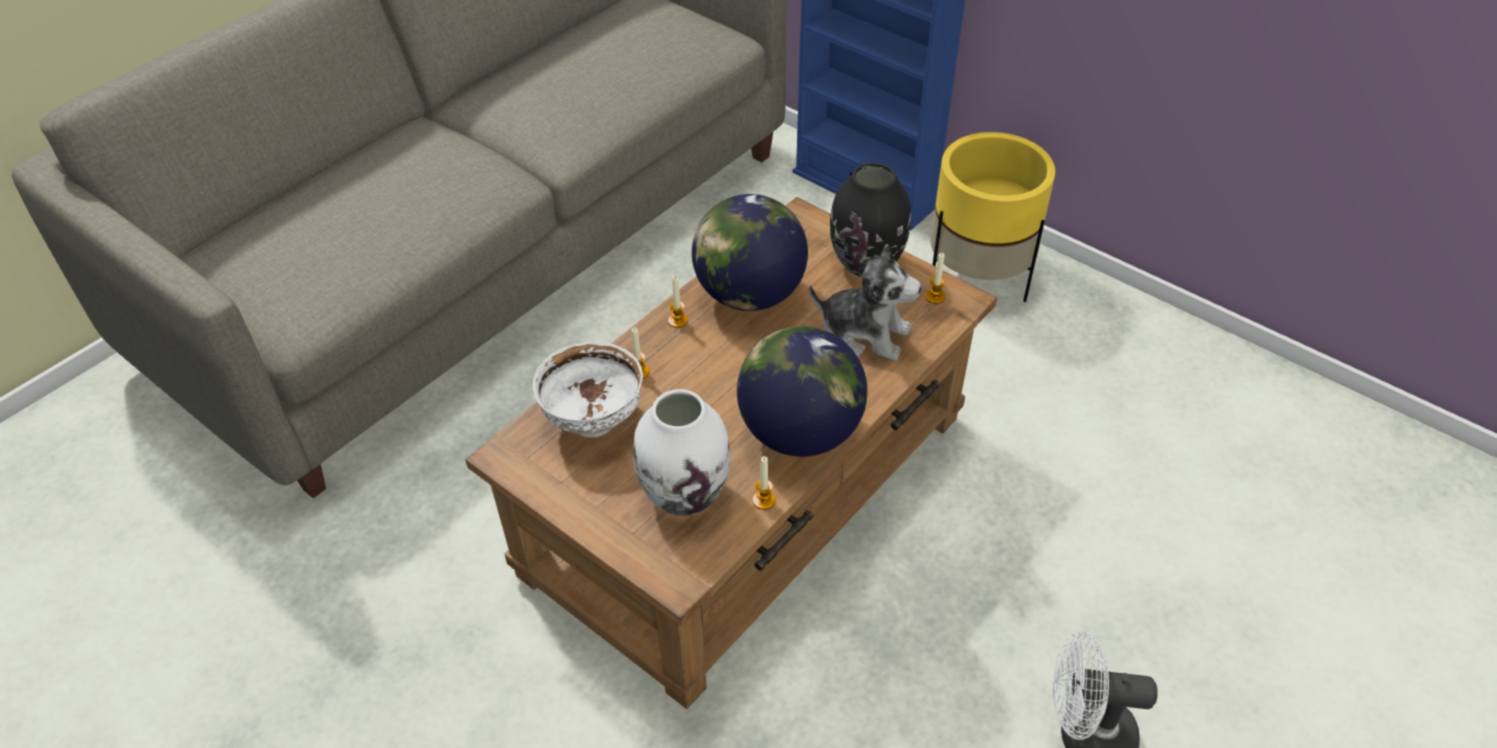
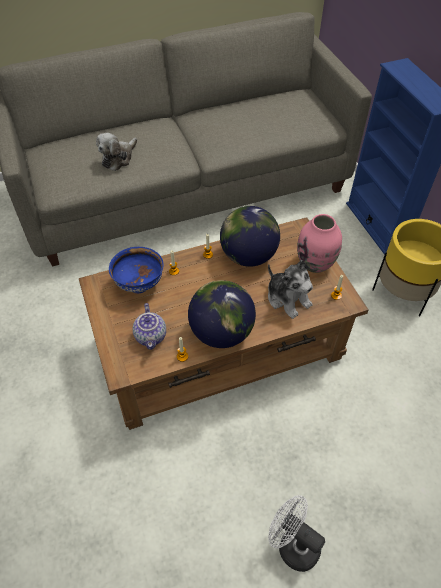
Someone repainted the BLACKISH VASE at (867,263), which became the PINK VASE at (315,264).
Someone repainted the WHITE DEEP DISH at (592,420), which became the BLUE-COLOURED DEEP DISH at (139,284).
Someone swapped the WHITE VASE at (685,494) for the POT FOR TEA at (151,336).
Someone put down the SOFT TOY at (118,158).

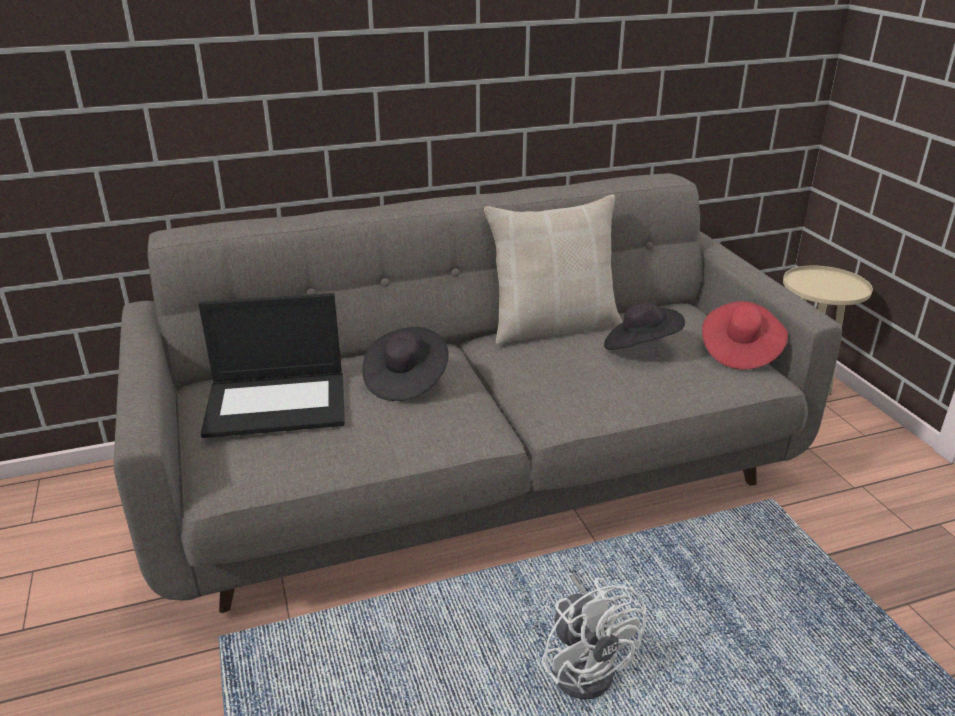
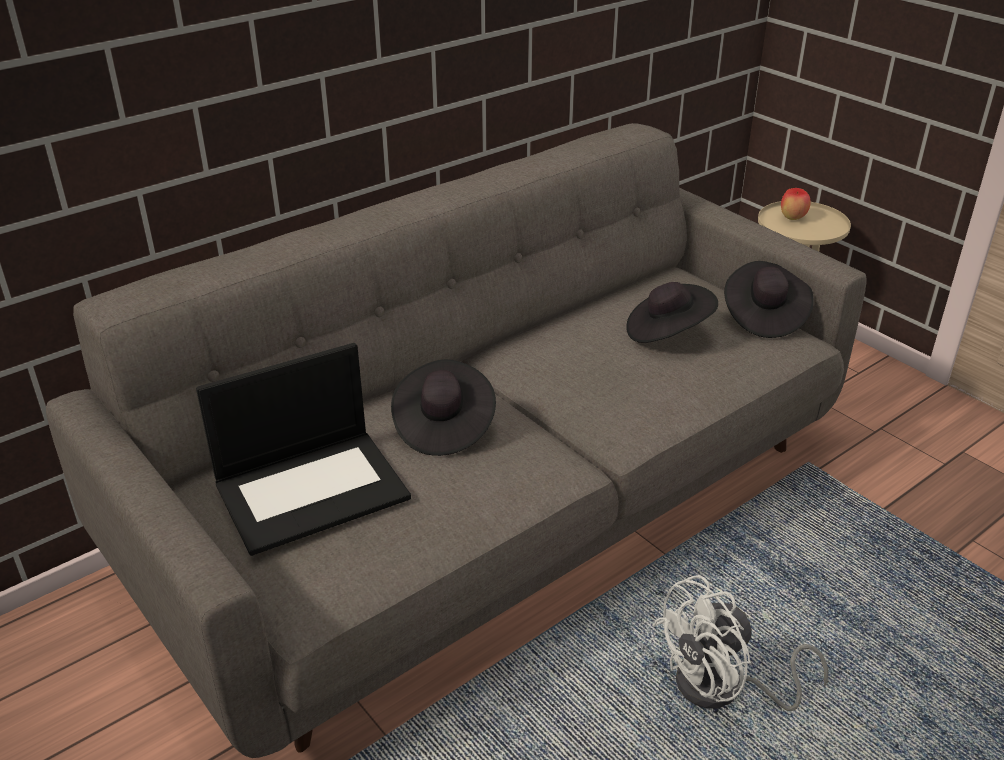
Someone took away the BEIGE-COLOURED PILLOW at (553,326).
Someone repainted the RED WEARABLE HAT at (739,351), which became the BLACKISH WEARABLE HAT at (763,316).
Someone rotated the WHITE FAN at (586,664) by 105 degrees clockwise.
Someone put down the WHOLE APPLE at (792,218).

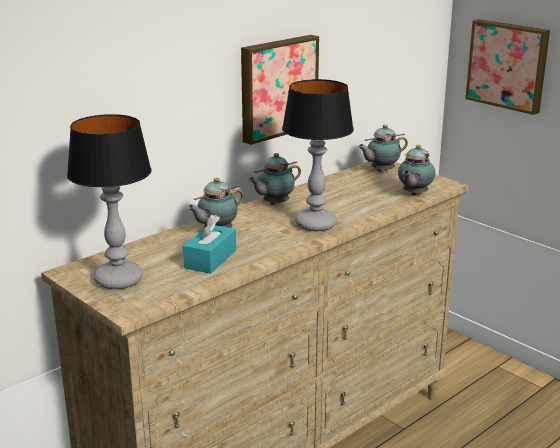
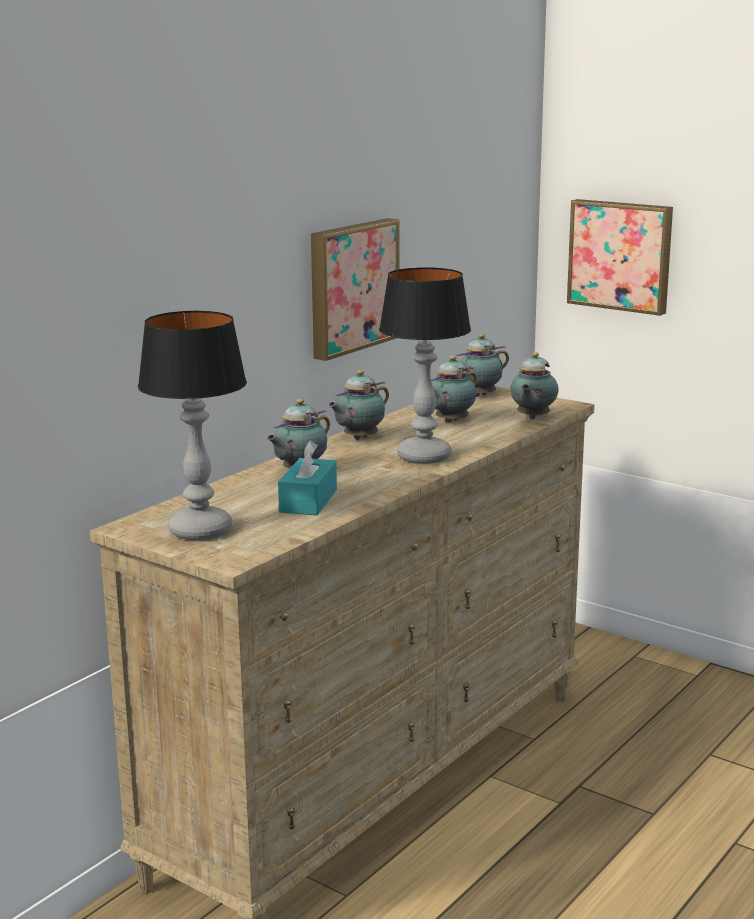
Someone put down the POT FOR TEA at (450,422).

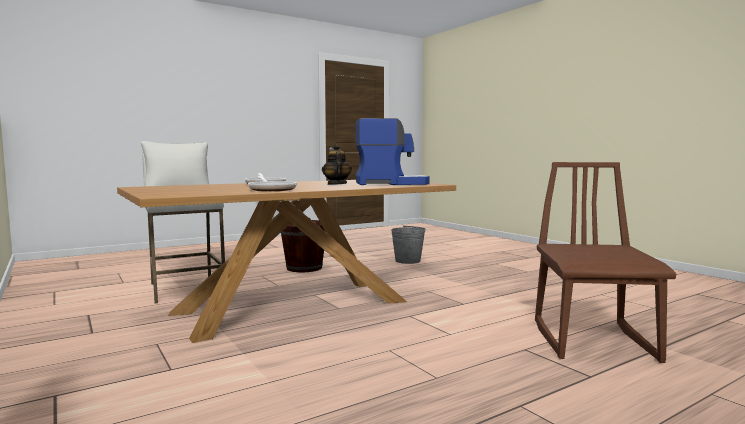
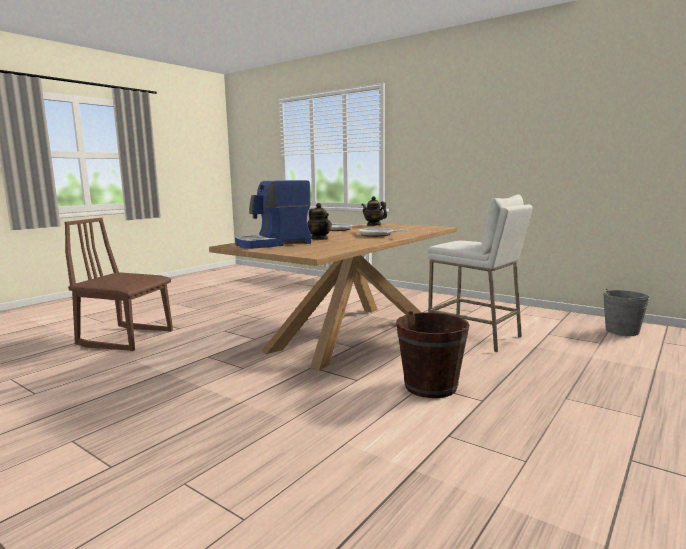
Someone rotated the BROWN CHAIR at (594,341) by 120 degrees clockwise.
Someone carried the GRAY WATER BUCKET from (408,261) to (622,331).
Someone put down the POT FOR TEA at (373,225).

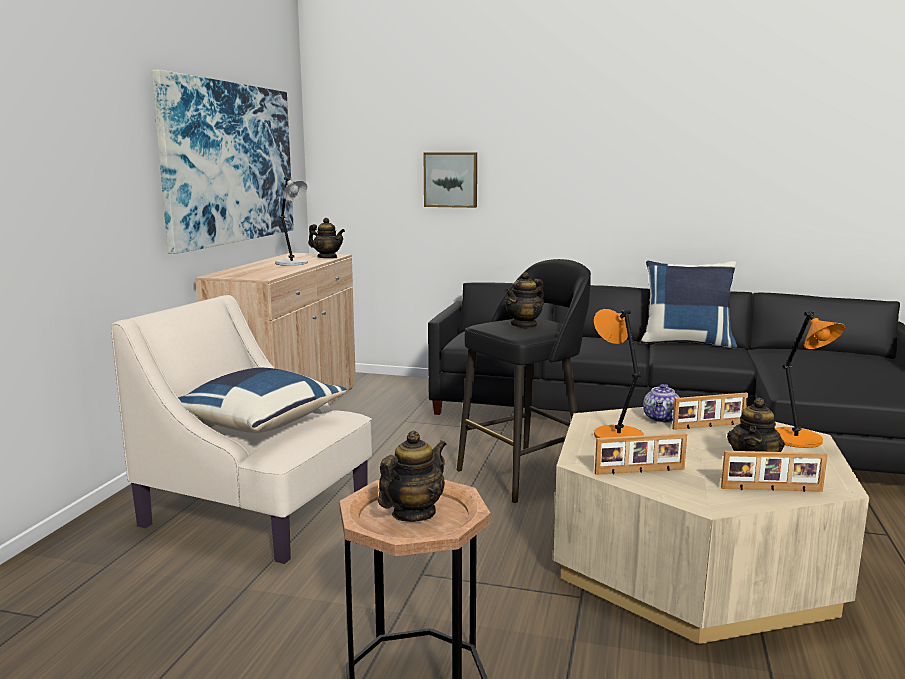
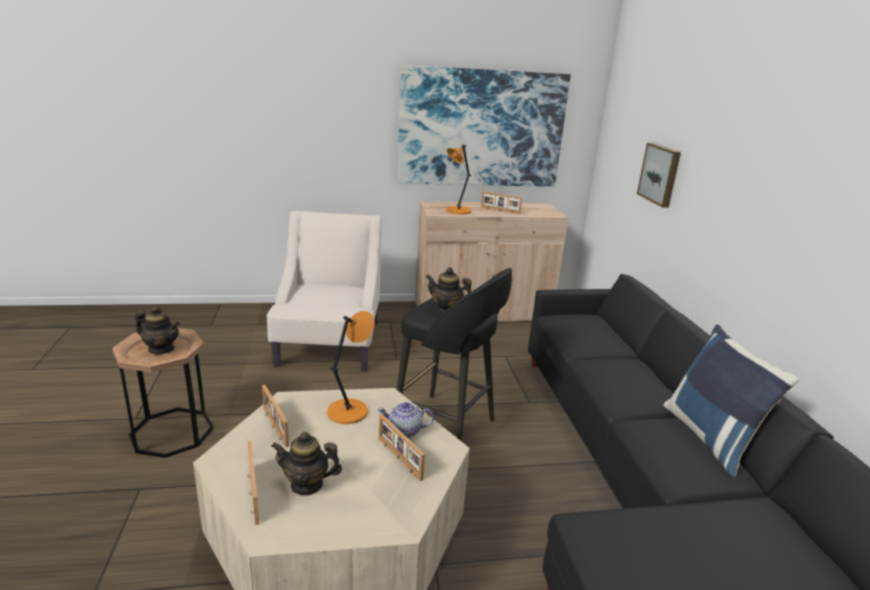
Someone swapped the GRAY LAMP FOR A TABLE at (293,263) for the STANDING FRAME at (500,210).
Someone took away the POT FOR TEA at (327,258).
Someone carried the ORANGE LAMP FOR A TABLE from (798,440) to (457,211).
Someone took away the BLUE-COLOURED PILLOW at (260,423).

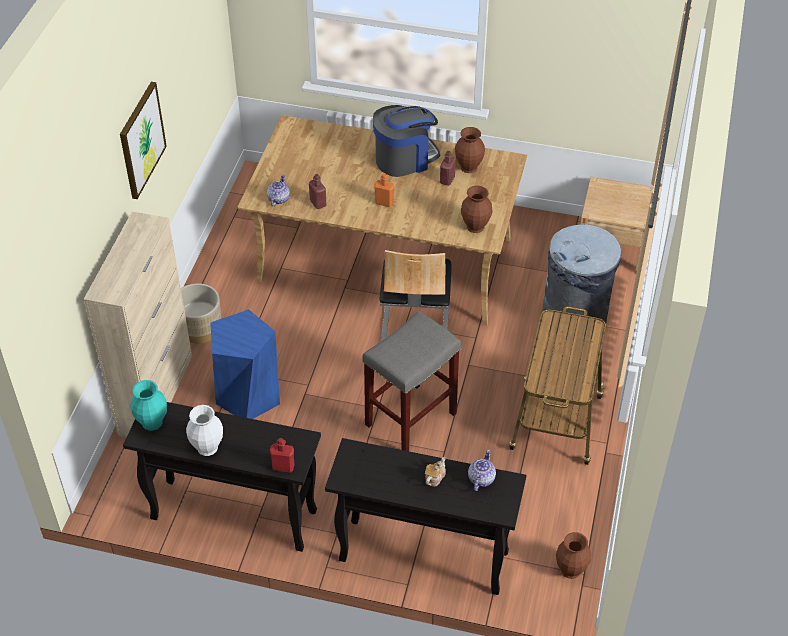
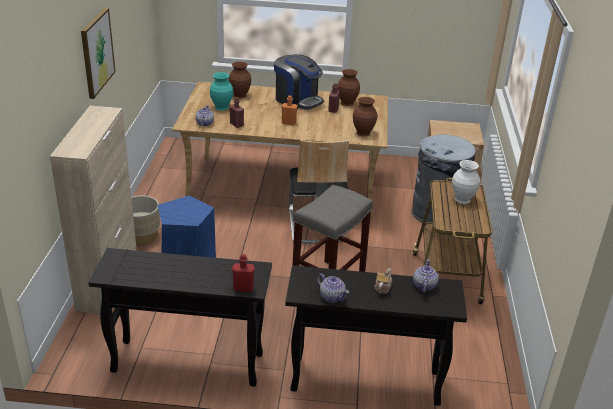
Someone rotated the COFFEE MACHINE at (404,159) by 75 degrees clockwise.
Someone carried the BLUE-GREEN VASE from (152,422) to (221,107).
Someone carried the WHITE VASE from (208,448) to (463,199).
Someone carried the BROWN VASE from (570,570) to (239,95).
Someone put down the POT FOR TEA at (332,296).

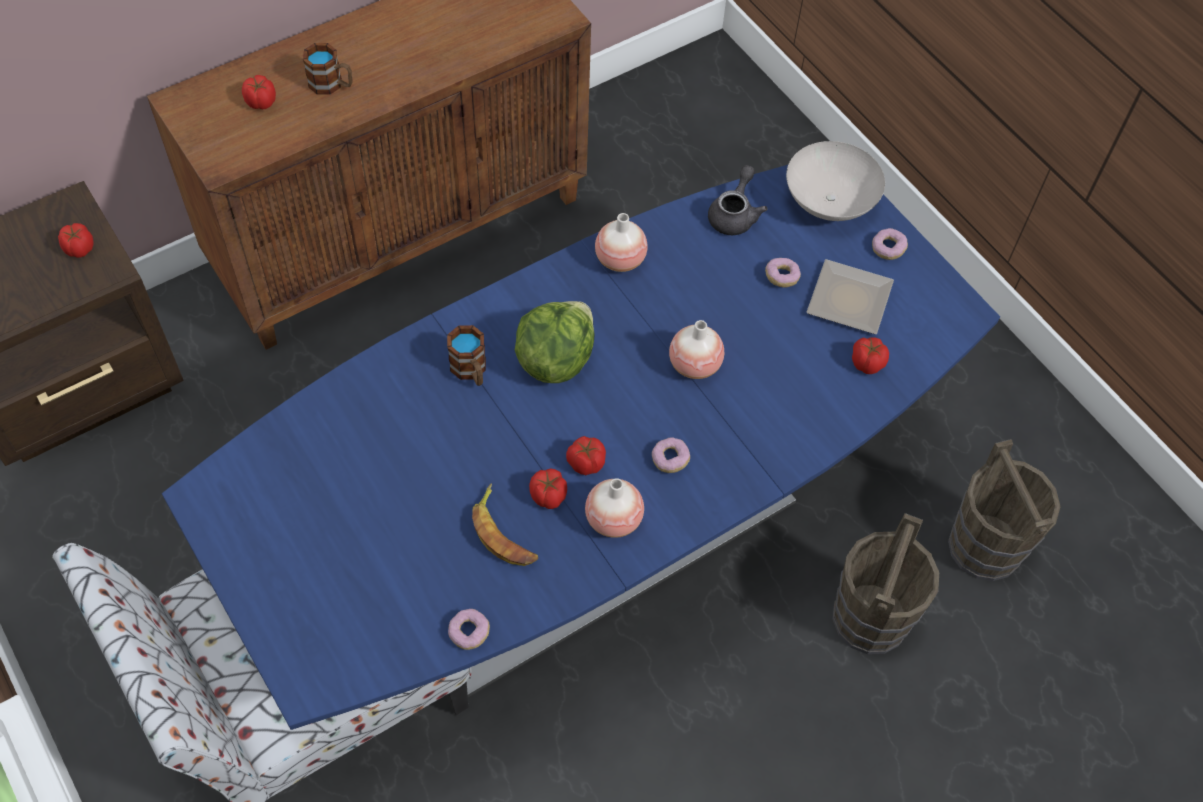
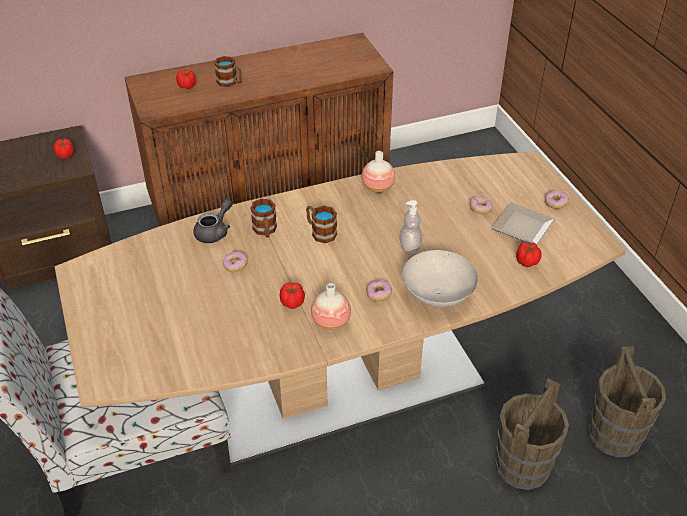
Someone carried the WHITE DEEP DISH from (830,201) to (438,295).
Someone repainted the BLUE-COLOURED DINNER TABLE at (595,534), which became the BROWN DINNER TABLE at (344,383).
Someone carried the GRAY POT FOR TEA from (734,214) to (215,232).
Someone swapped the LETTUCE at (555,359) for the MUG at (320,232).
Someone swapped the VASE at (694,365) for the SOAP BOTTLE at (410,247).
Someone took away the FRESH TOMATO at (585,463).
Someone took away the BANANA at (504,533).
Someone carried the RING DOUGHNUT from (469,632) to (235,266).

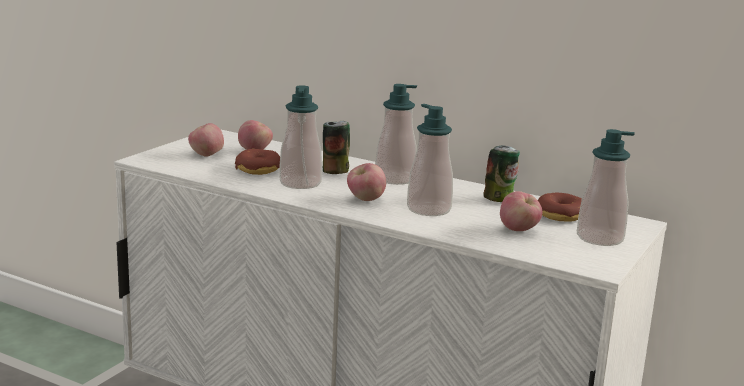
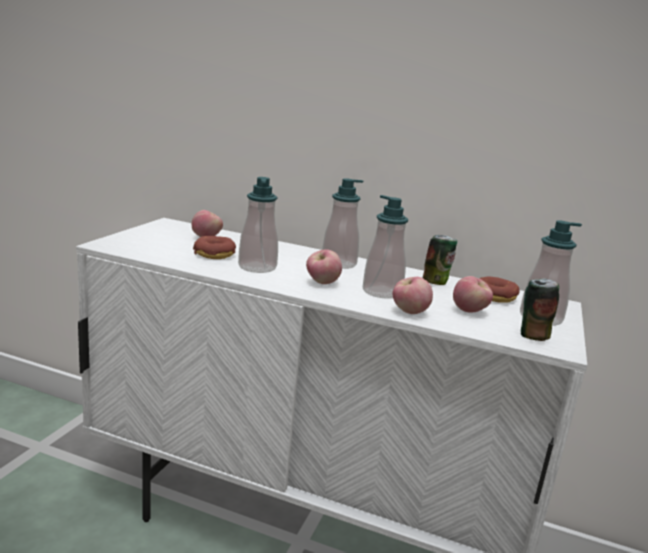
Someone carried the CAN from (335,171) to (533,335).
Someone carried the WHOLE APPLE from (206,155) to (409,312).

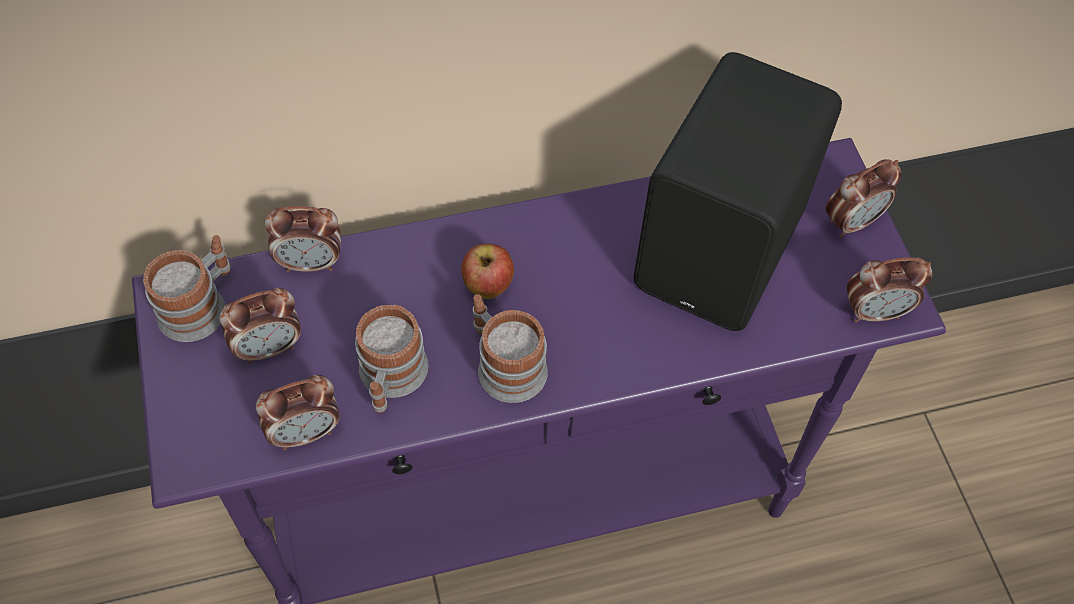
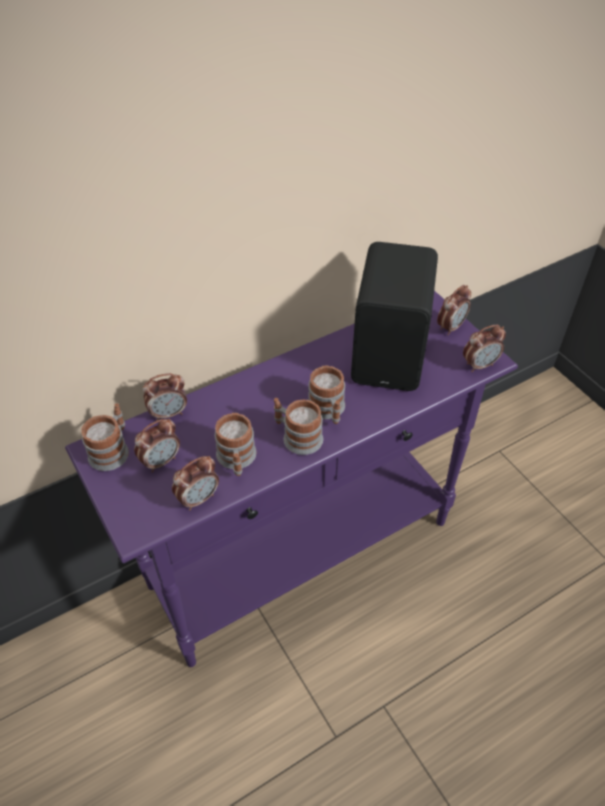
Someone took away the WHOLE APPLE at (488,287).
Someone put down the MUG at (328,410).

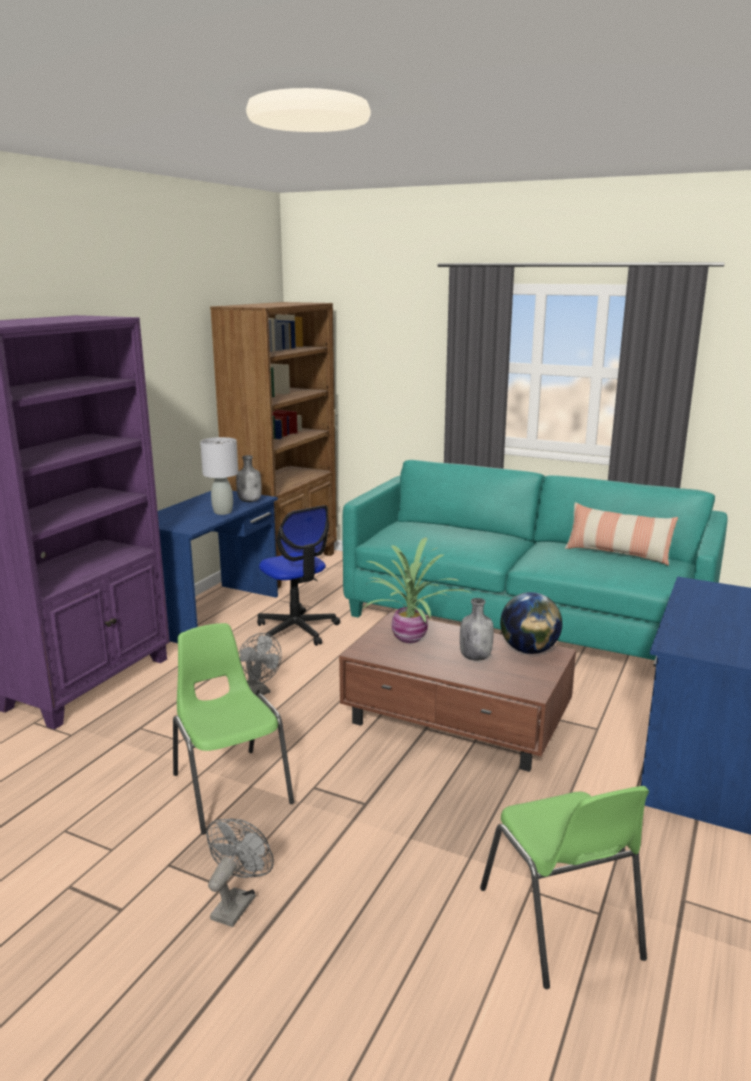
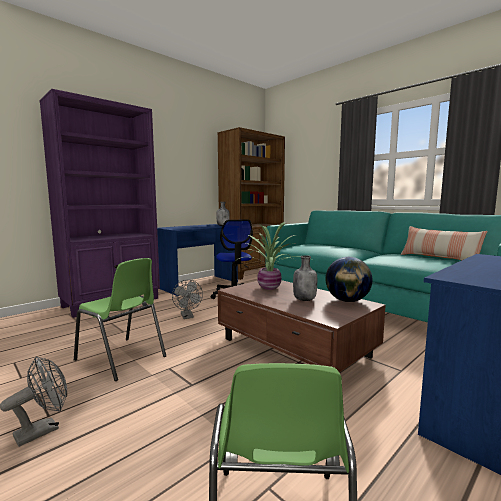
Someone took away the GRAY LAMP FOR A TABLE at (223,512).
Someone rotated the GREEN-COLOURED CHAIR at (230,787) by 135 degrees clockwise.

